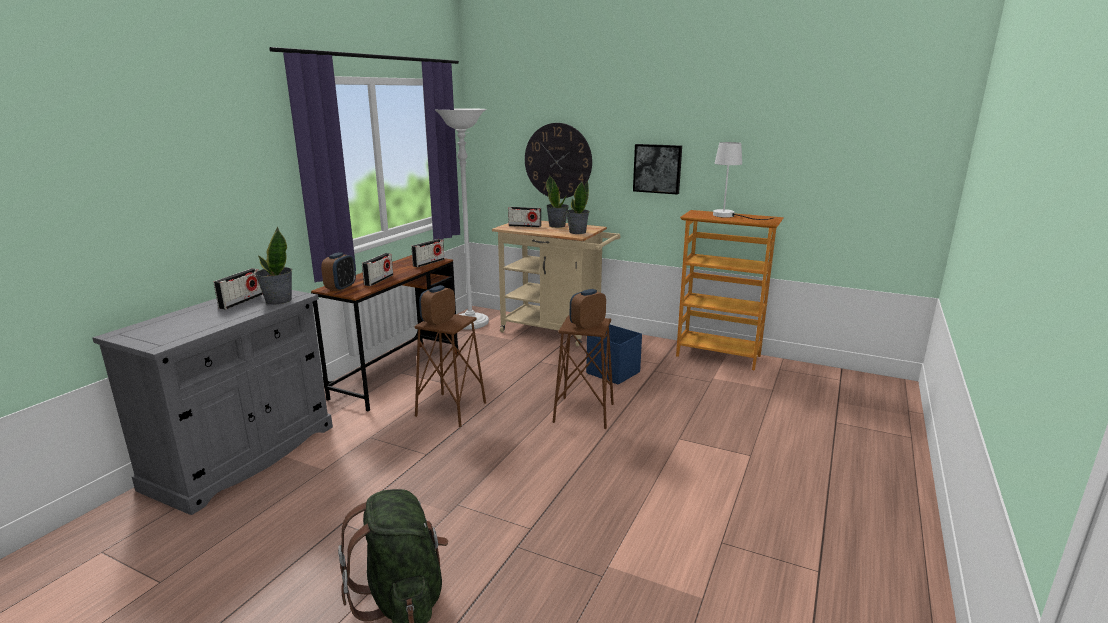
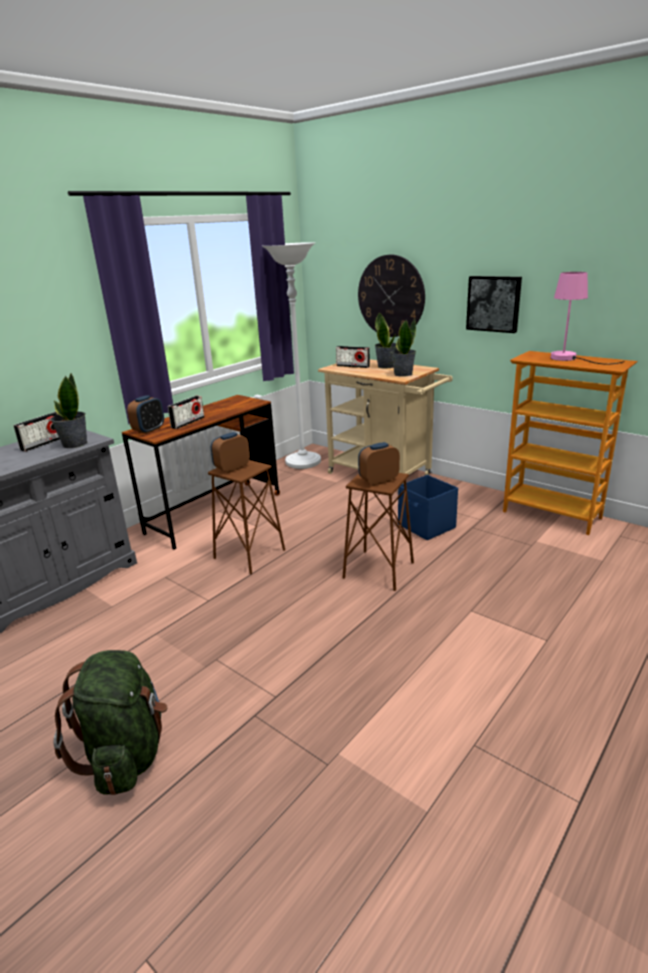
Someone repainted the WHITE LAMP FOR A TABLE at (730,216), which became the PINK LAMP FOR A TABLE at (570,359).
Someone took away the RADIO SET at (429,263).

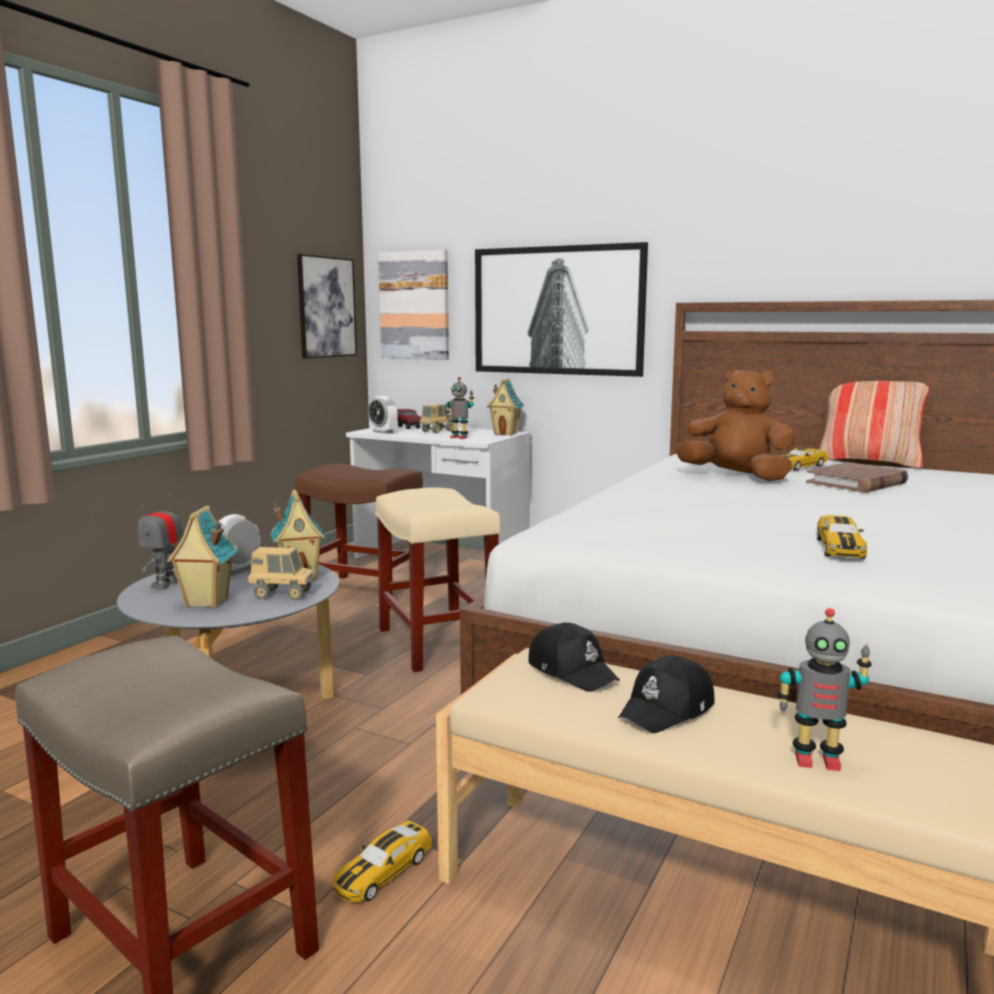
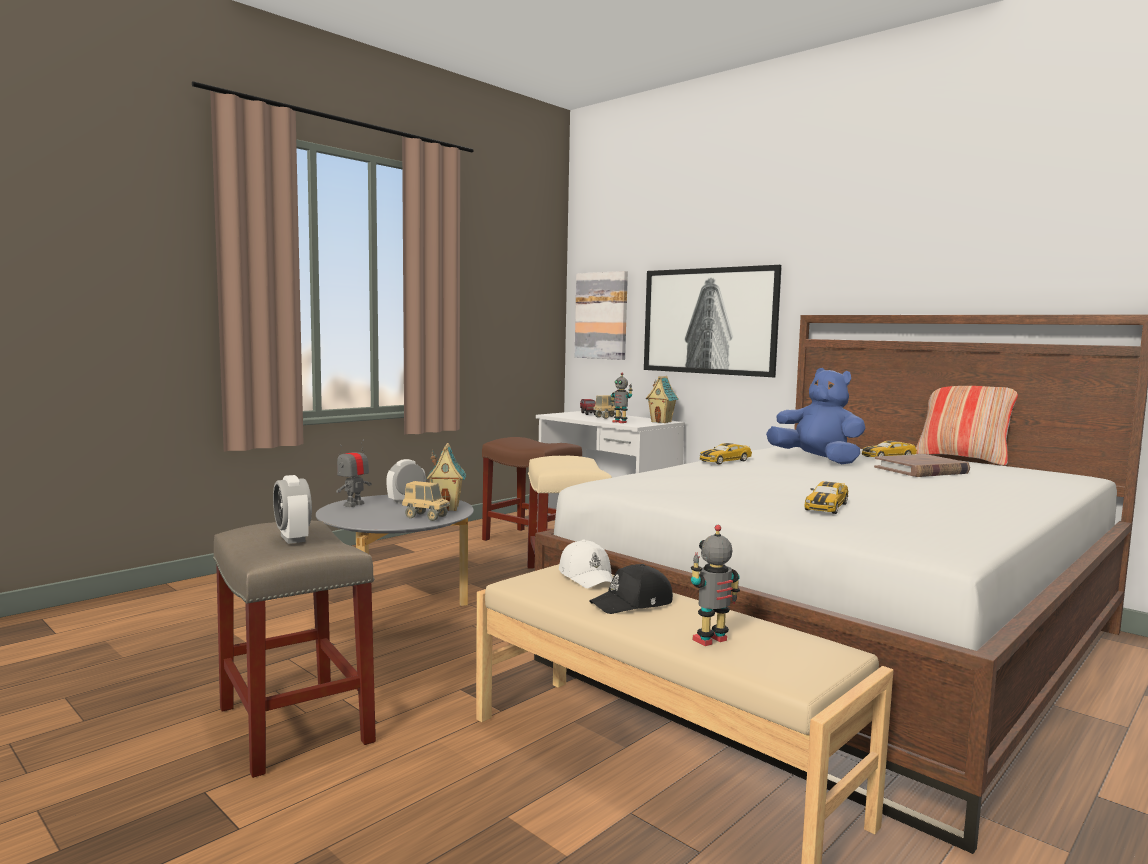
Someone took away the WALL PICTURE at (326,307).
Someone repainted the BROWN SOFT TOY at (736,477), which became the BLUE-COLOURED SOFT TOY at (817,460).
Someone carried the BEDSIDE CLOCK from (383,432) to (293,538).
Someone took away the TOY HOUSE at (205,602).
Someone rotated the TOY ROBOT at (816,760) by 120 degrees clockwise.
Someone repainted the BLACKISH BASEBALL CAP at (572,671), which became the WHITE BASEBALL CAP at (587,576).
Someone carried the TOY CAR from (383,872) to (724,461).

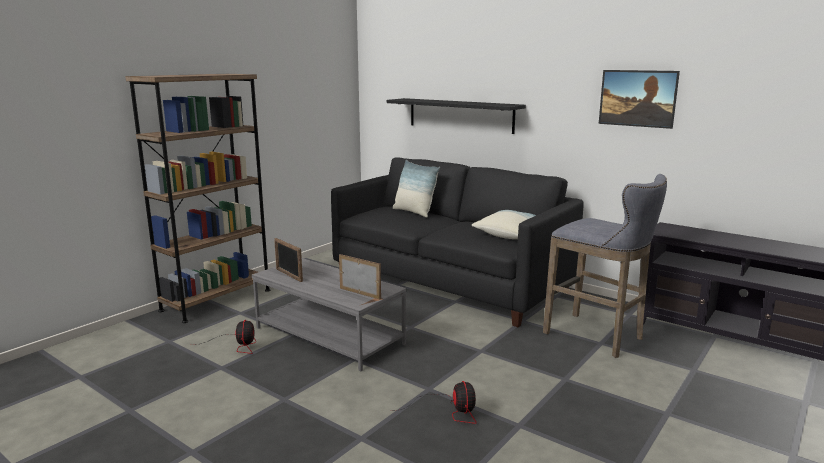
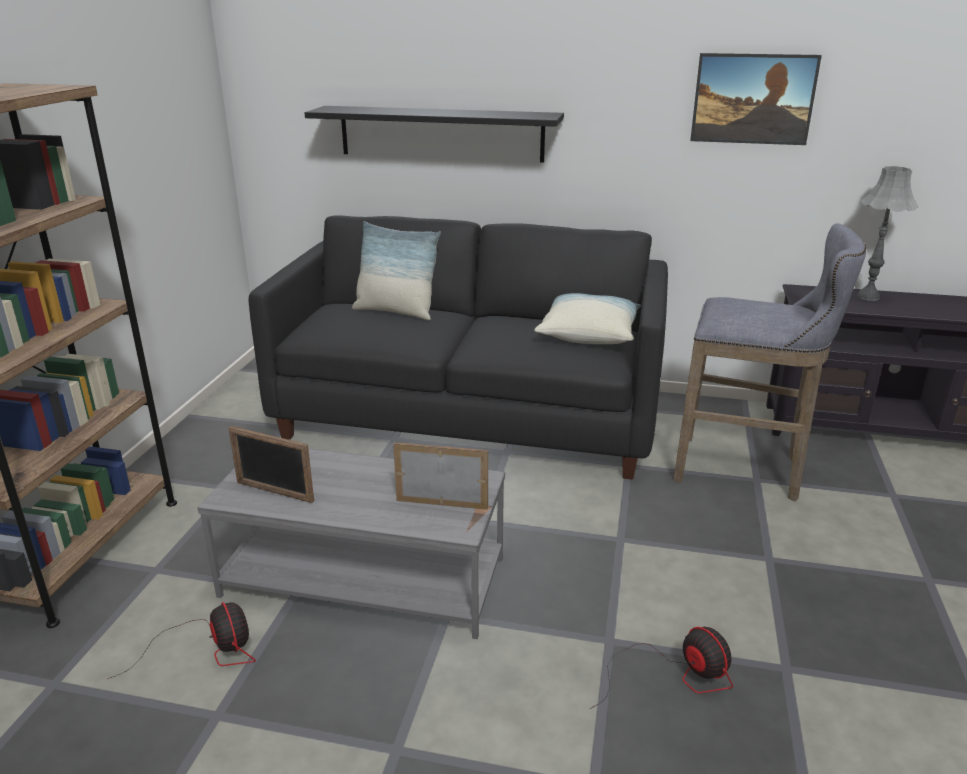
Someone put down the GRAY LAMP FOR A TABLE at (868,297).

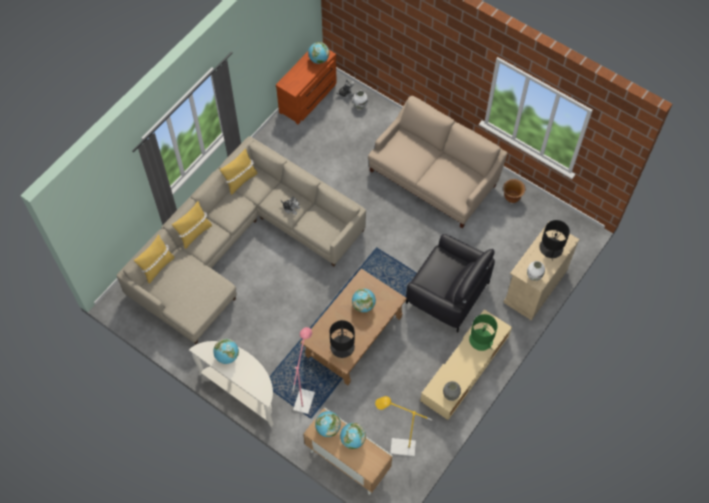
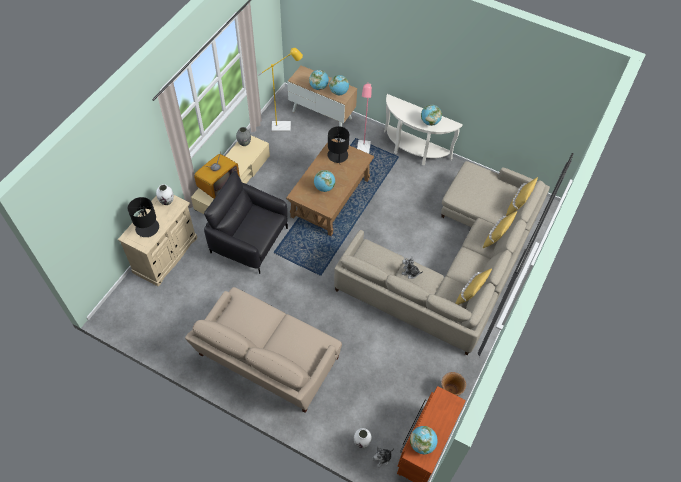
Someone carried the BROWN PLANT POT from (512,197) to (450,391).
Someone swapped the GREEN-COLOURED LAMP FOR A TABLE at (481,340) for the TV at (218,184).

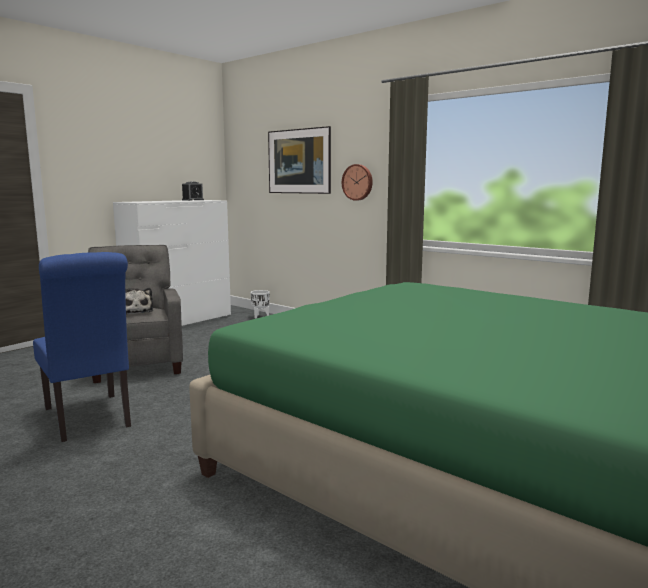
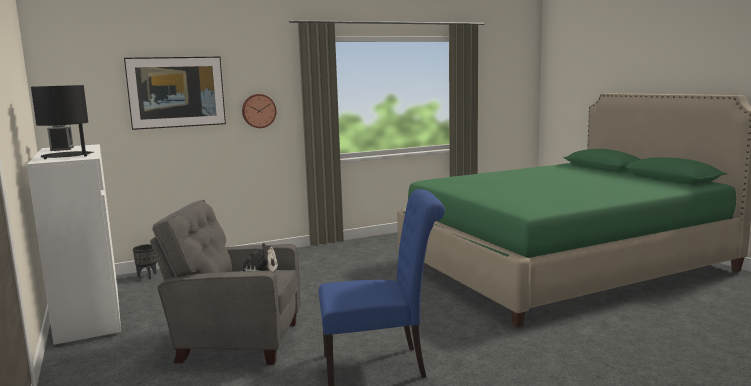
Someone repainted the WHITE PLANT POT at (260,316), which became the BLACKISH PLANT POT at (148,276).
Someone put down the BLACKISH LAMP FOR A TABLE at (67,156).

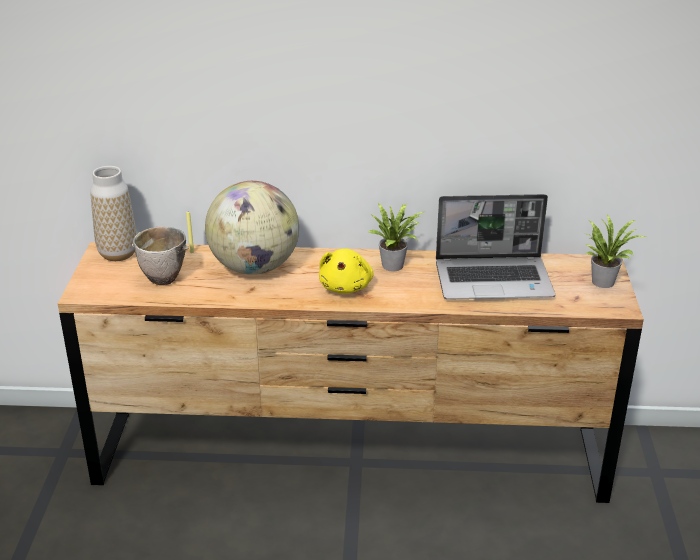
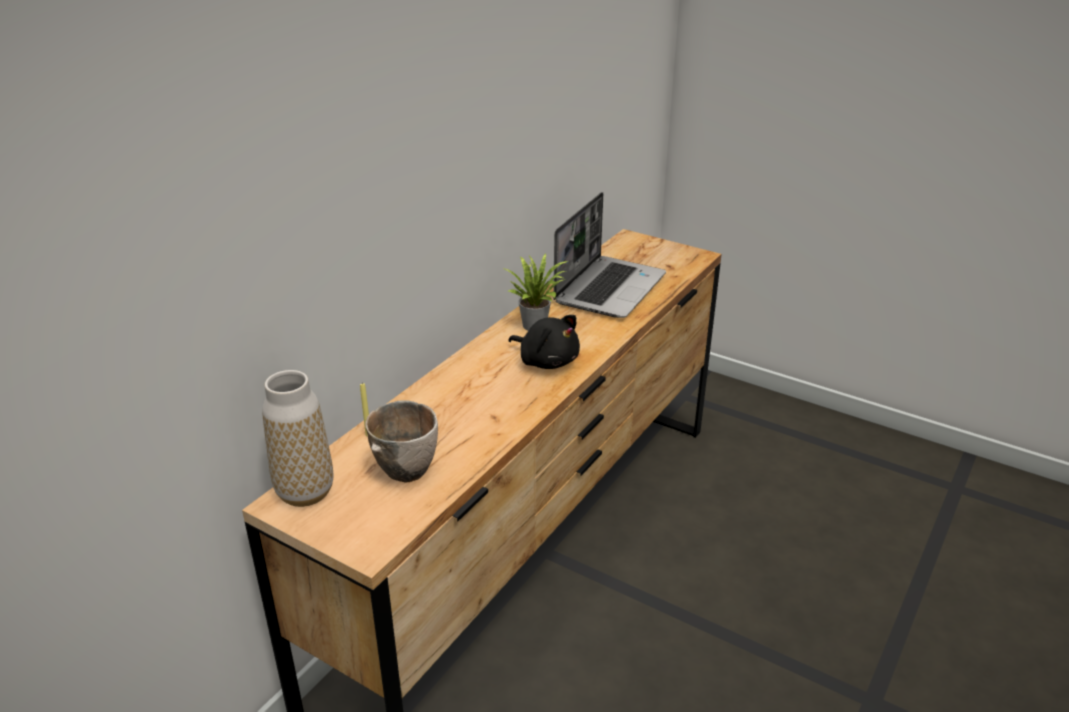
Someone took away the GLOBE at (255,267).
Someone took away the PLANT IN A POT at (603,280).
Someone repainted the YELLOWISH SOFT TOY at (346,286), which became the BLACKISH SOFT TOY at (547,361).

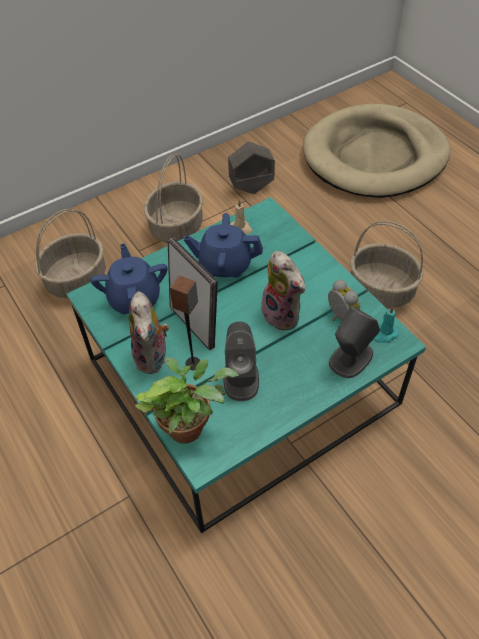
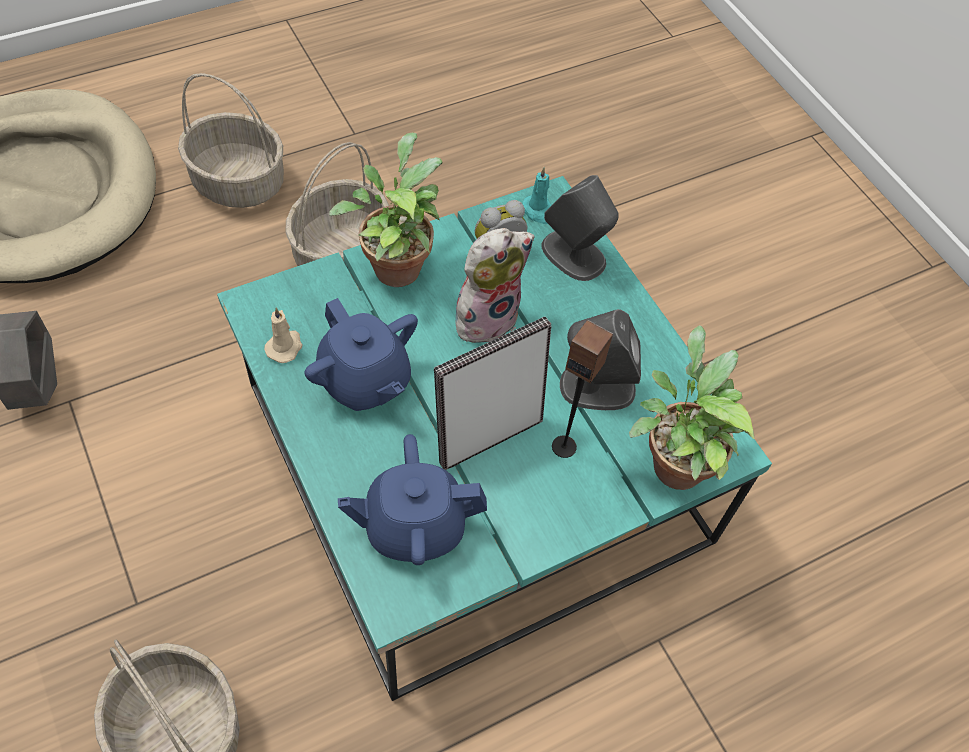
Someone carried the BASKET from (176,226) to (237,183).
Someone rotated the BLUE-COLOURED POT FOR TEA at (224,265) by 45 degrees counterclockwise.
Someone took away the SOFT TOY at (153,357).
Someone put down the PLANT IN A POT at (396,264).

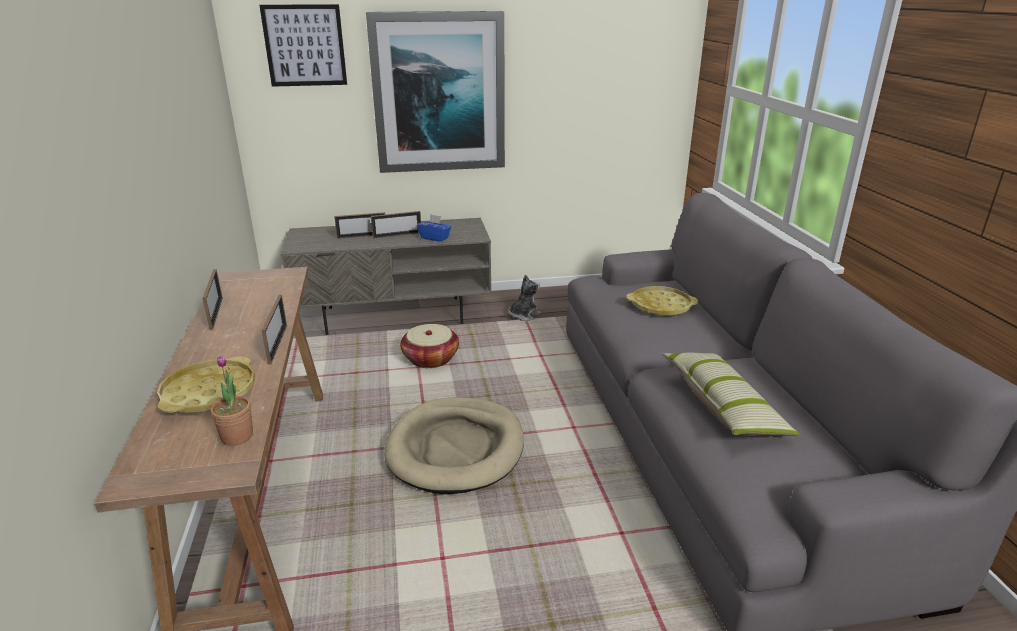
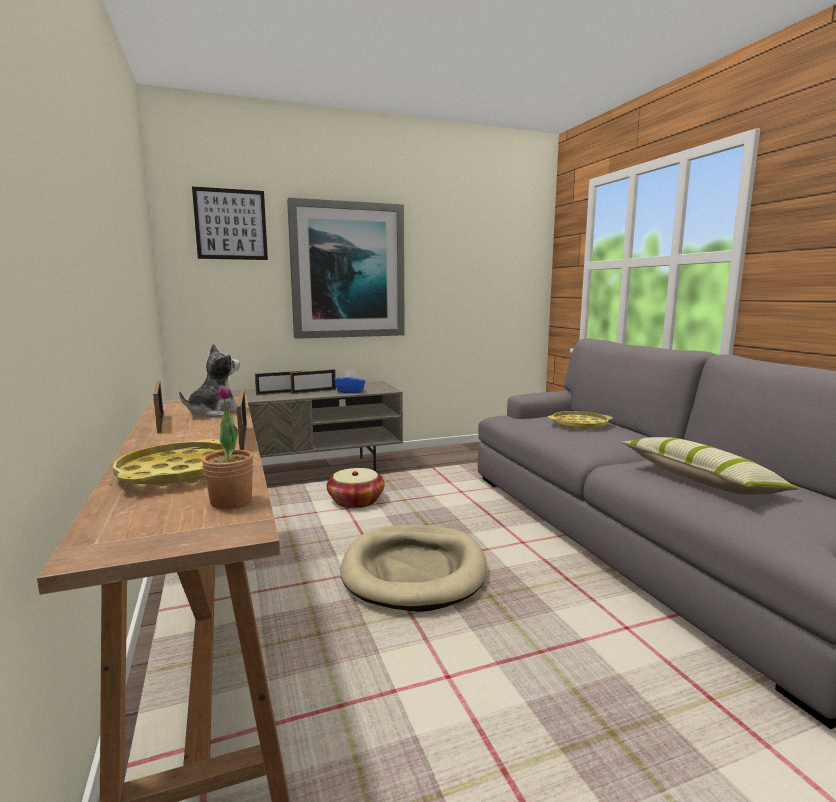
Someone carried the SOFT TOY from (524,315) to (214,413).

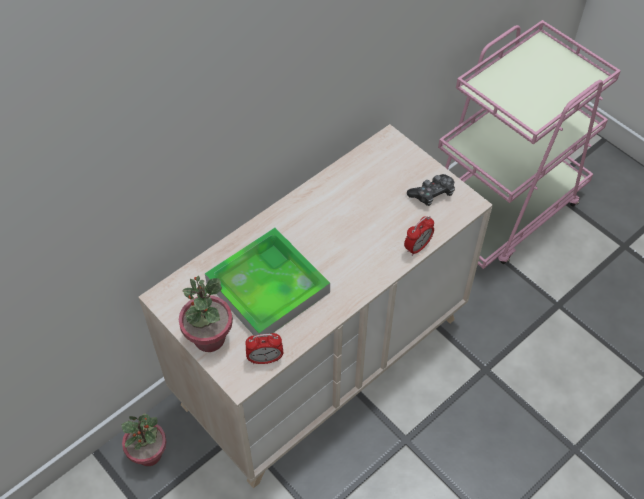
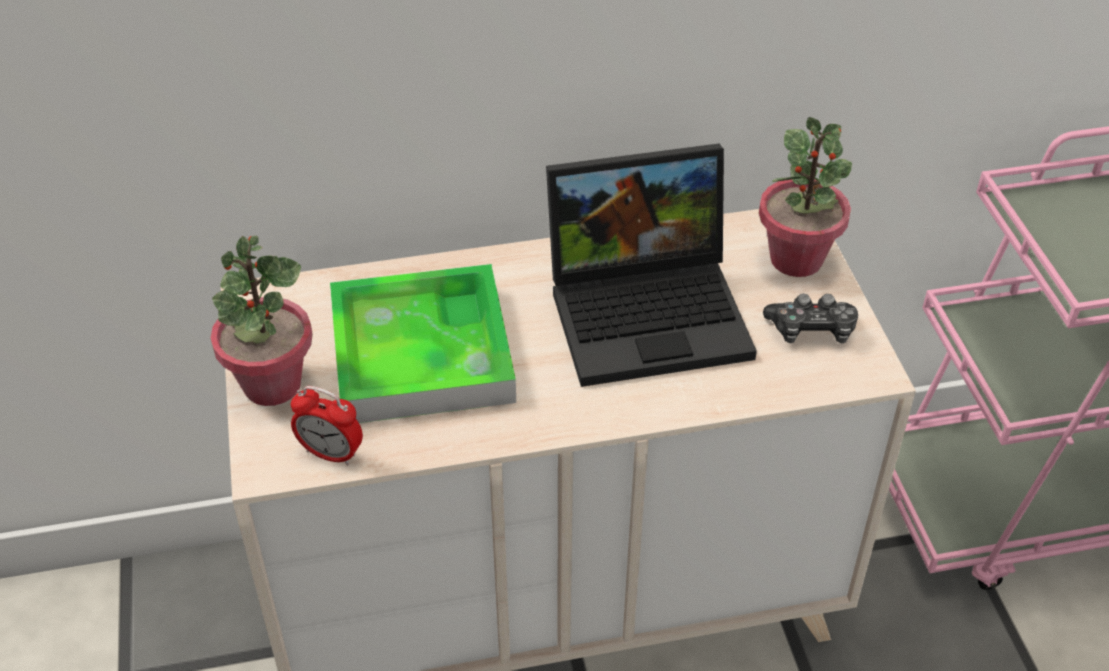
Someone took away the BEDSIDE CLOCK at (417,247).
Someone carried the PLANT IN A POT from (149,454) to (796,259).
Someone put down the NOTEBOOK COMPUTER at (651,311).

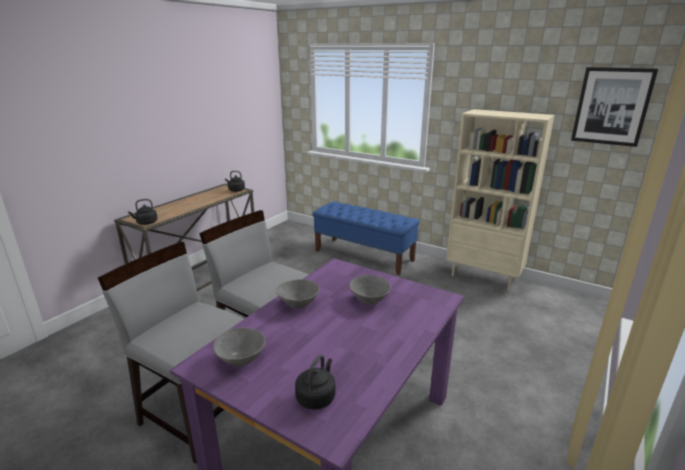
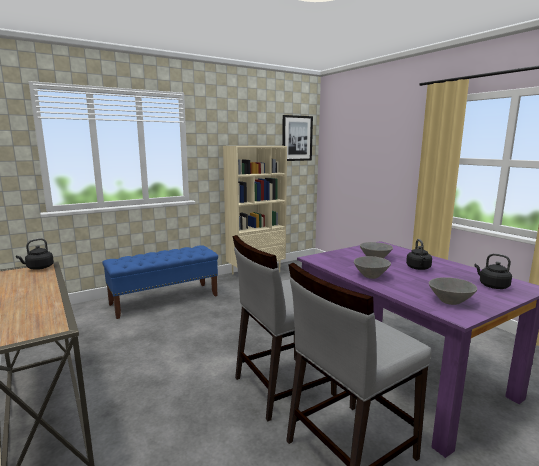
Someone carried the BLACKISH KETTLE from (146,223) to (418,268).

